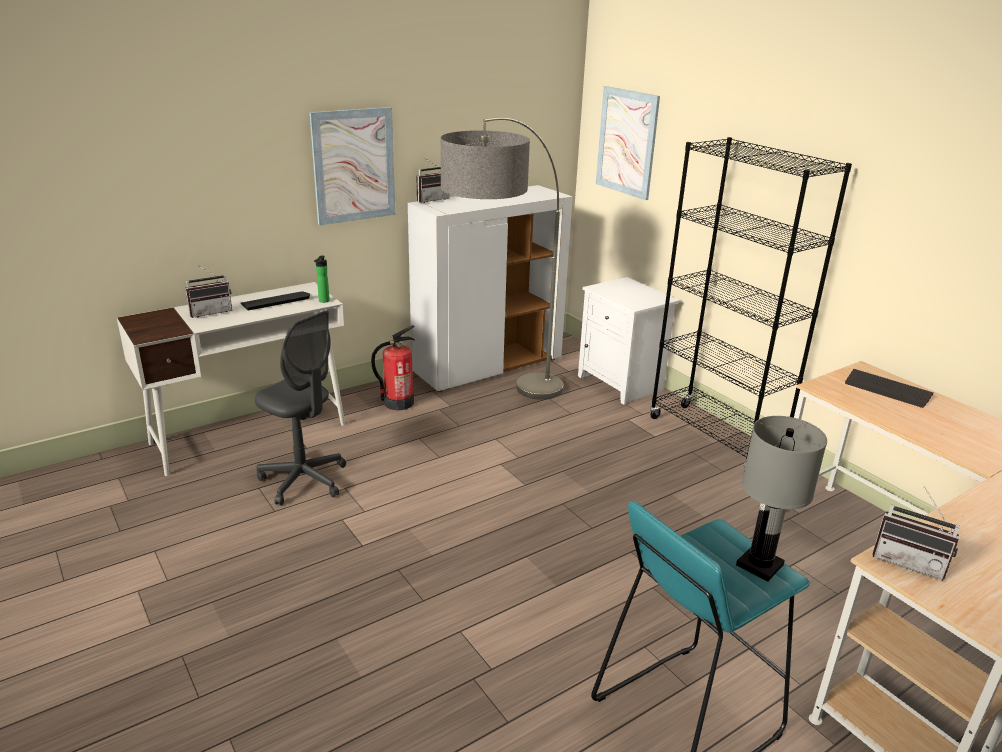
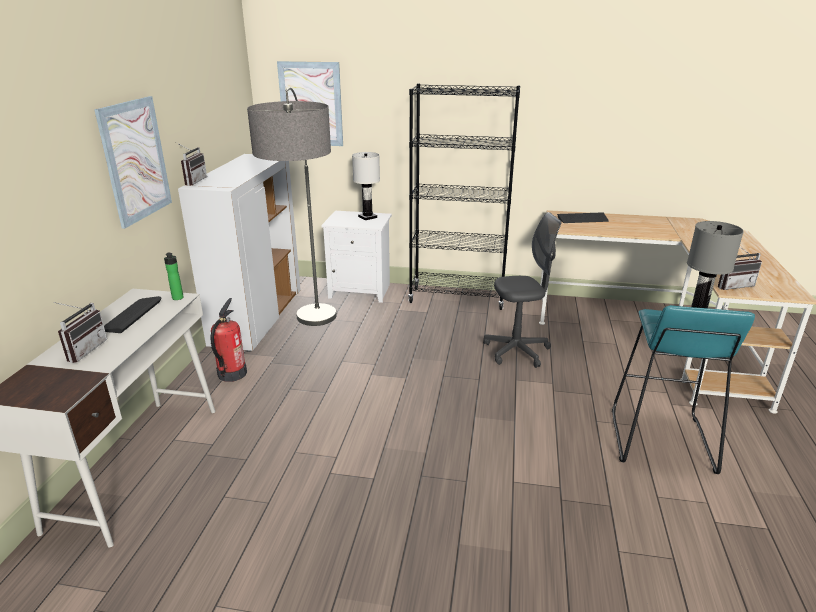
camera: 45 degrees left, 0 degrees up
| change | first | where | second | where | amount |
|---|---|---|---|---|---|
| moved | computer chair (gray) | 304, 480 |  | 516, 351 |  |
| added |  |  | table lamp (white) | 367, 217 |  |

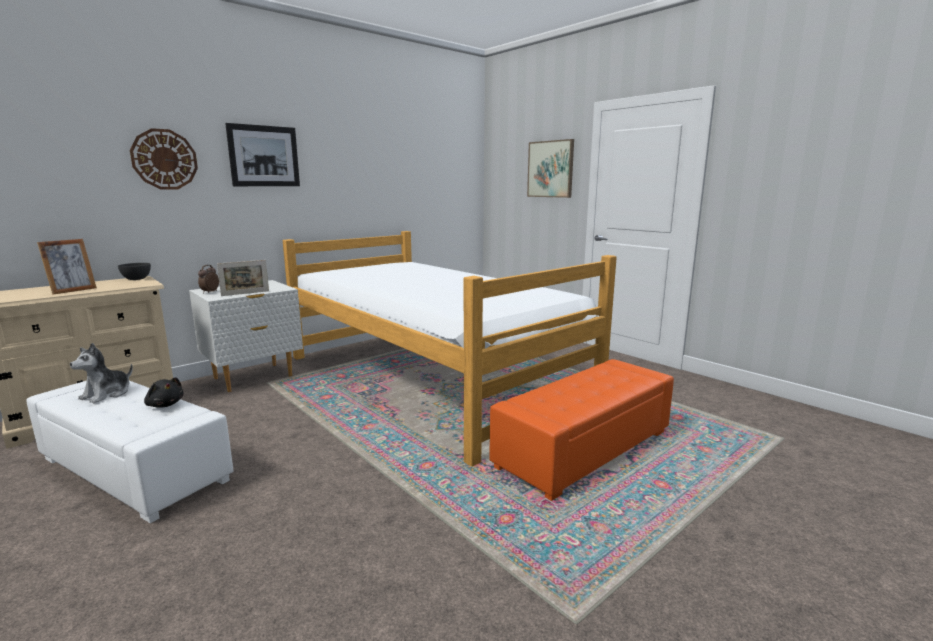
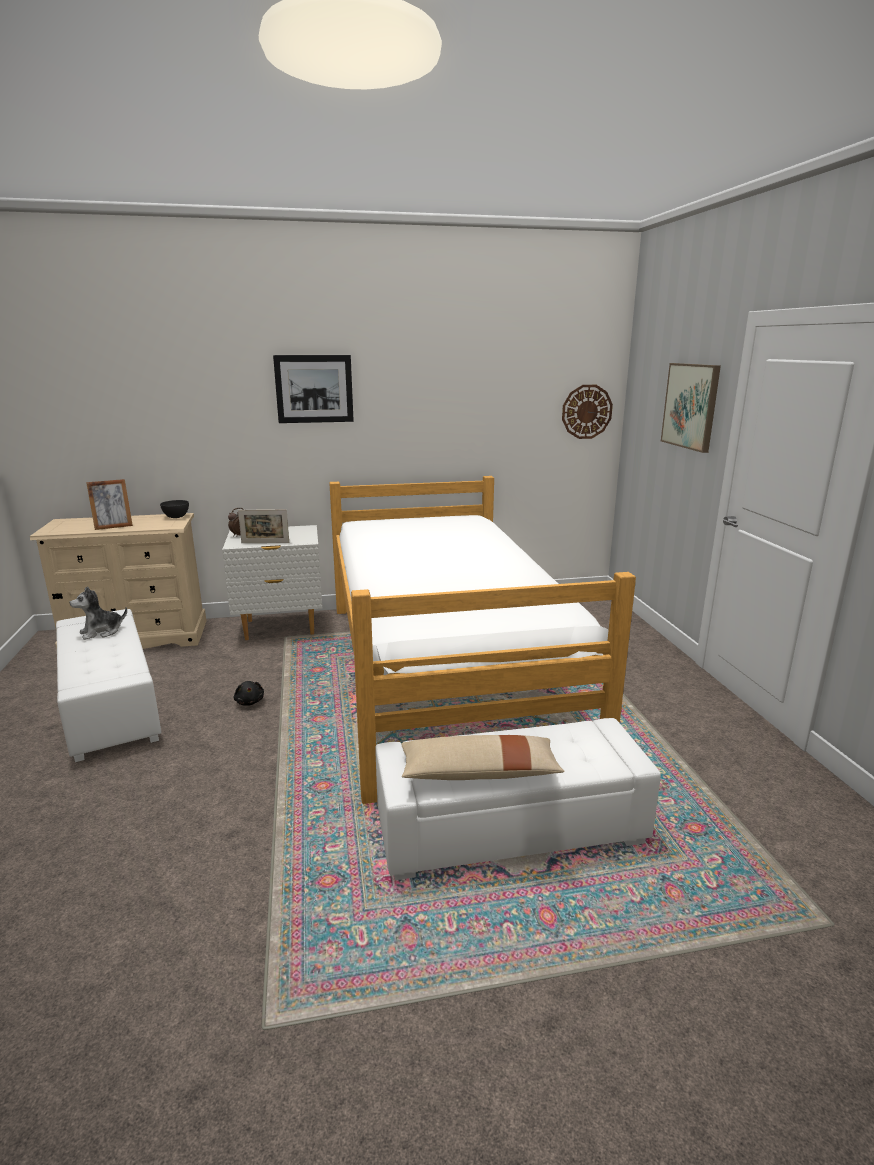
camera: 30 degrees right, 5 degrees up
| change | first | where | second | where | amount |
|---|---|---|---|---|---|
| moved | hanging clock | 164, 159 |  | 586, 411 |  |
| recoloured | ottoman (orangey) | 583, 449 | ottoman (white) | 509, 828 |  |
| moved | cuddly toy (black) | 165, 405 |  | 249, 702 |  |
| added |  |  | cushion (sand-coloured) | 479, 772 |  |

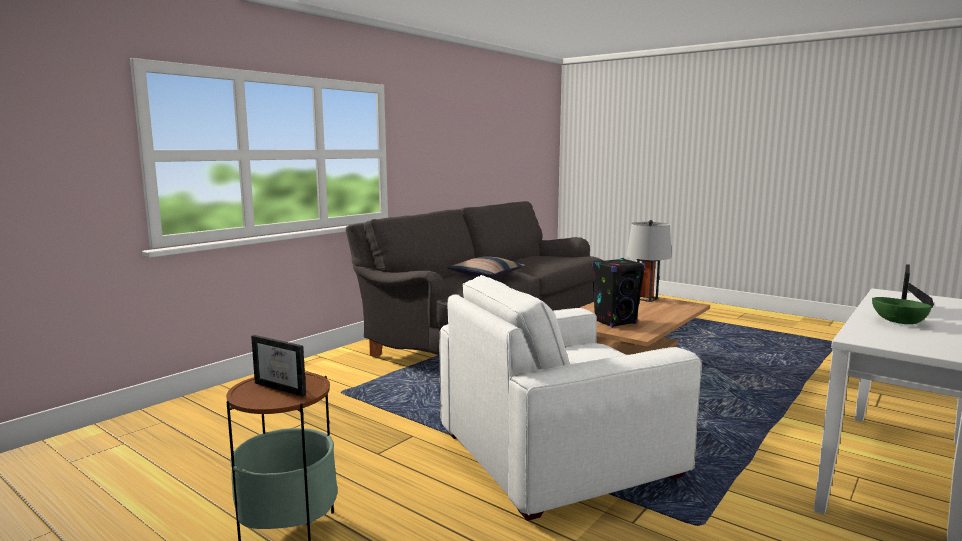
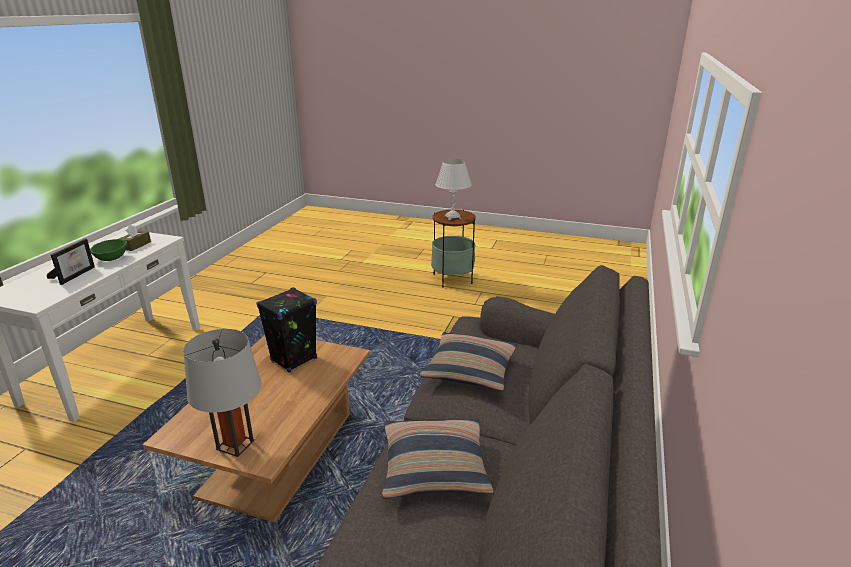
camera: 160 degrees right, 15 degrees up
| change | first | where | second | where | amount |
|---|---|---|---|---|---|
| removed | easy chair (white) | 557, 453 |  |  |  |
| replaced | picture frame | 286, 387 | table lamp (white) | 452, 217 |  |
| added |  |  | box of tissues (brown-coloured) | 136, 245 |  |
| added |  |  | cushion | 434, 467 |  |

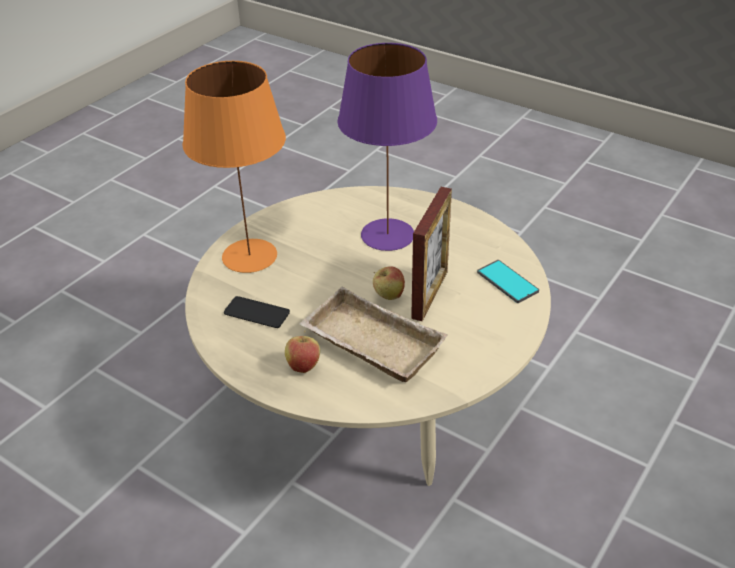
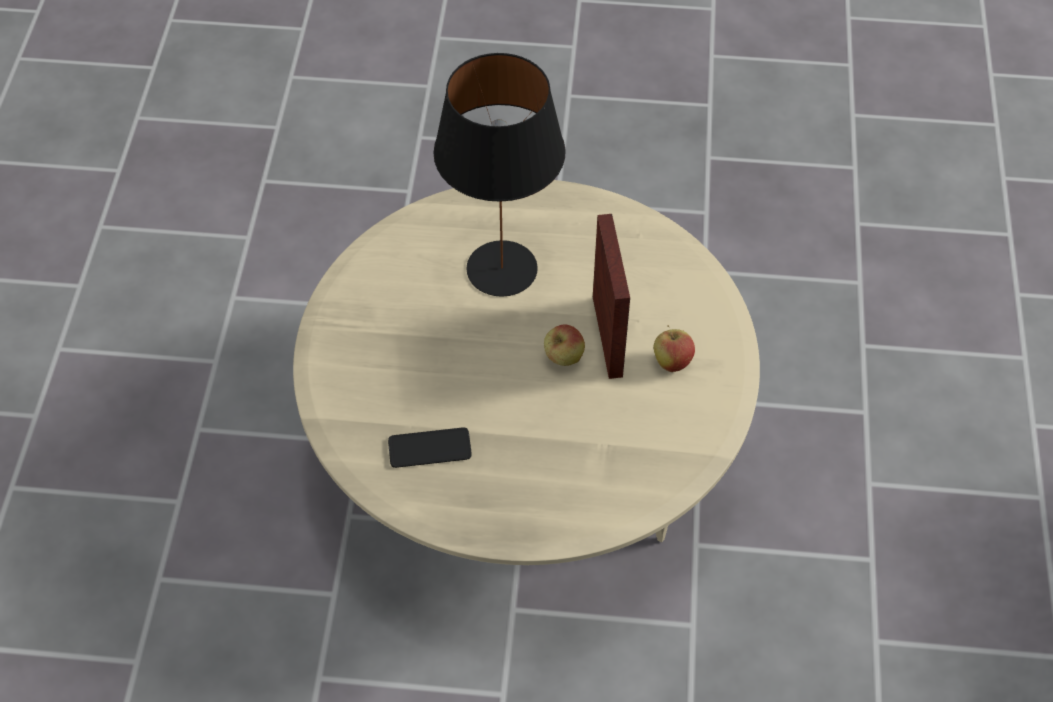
camera: 30 degrees left, 15 degrees up
| change | first | where | second | where | amount |
|---|---|---|---|---|---|
| recoloured | table lamp (purple) | 388, 234 | table lamp (black) | 502, 267 |  |
| removed | table lamp (orangey) | 250, 255 |  |  |  |
| removed | telephone | 507, 282 |  |  |  |
| removed | tray (sand-coloured) | 369, 344 |  |  |  |
| moved | apple | 303, 366 |  | 672, 362 |  |

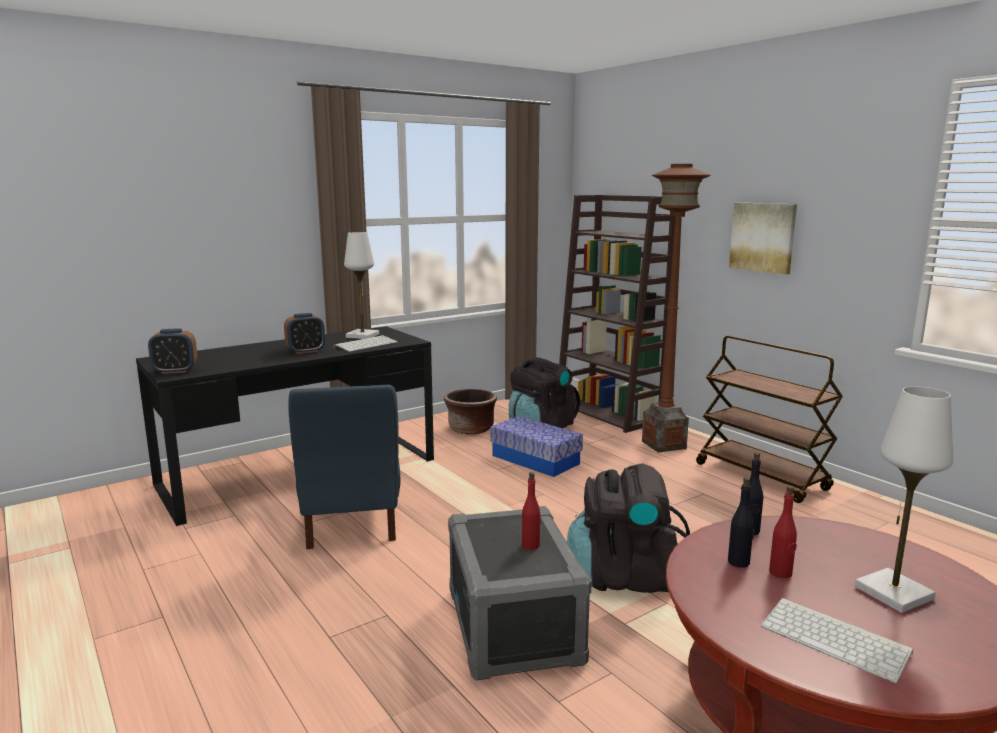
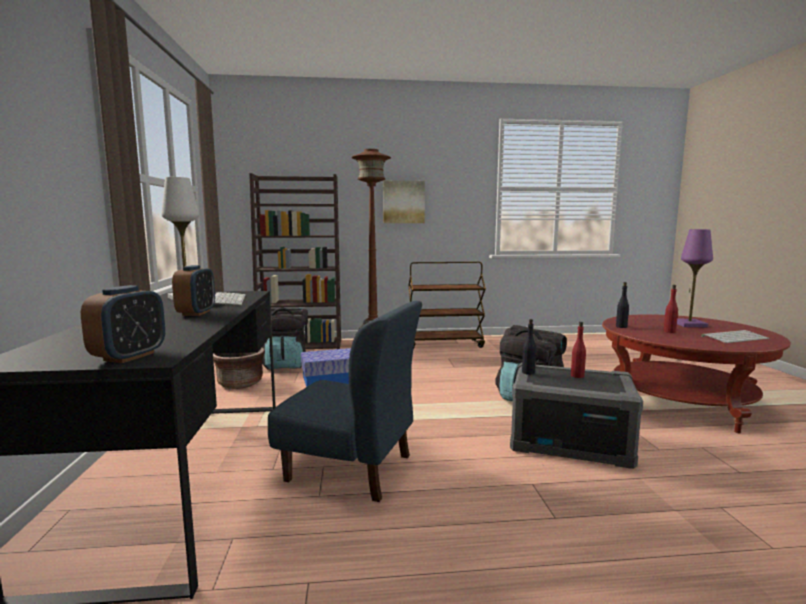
camera: 60 degrees left, 5 degrees down
| change | first | where | second | where | amount |
|---|---|---|---|---|---|
| recoloured | table lamp (white) | 893, 593 | table lamp (purple) | 689, 324 |  |
| moved | drink bottle (black) | 739, 562 |  | 528, 372 |  |

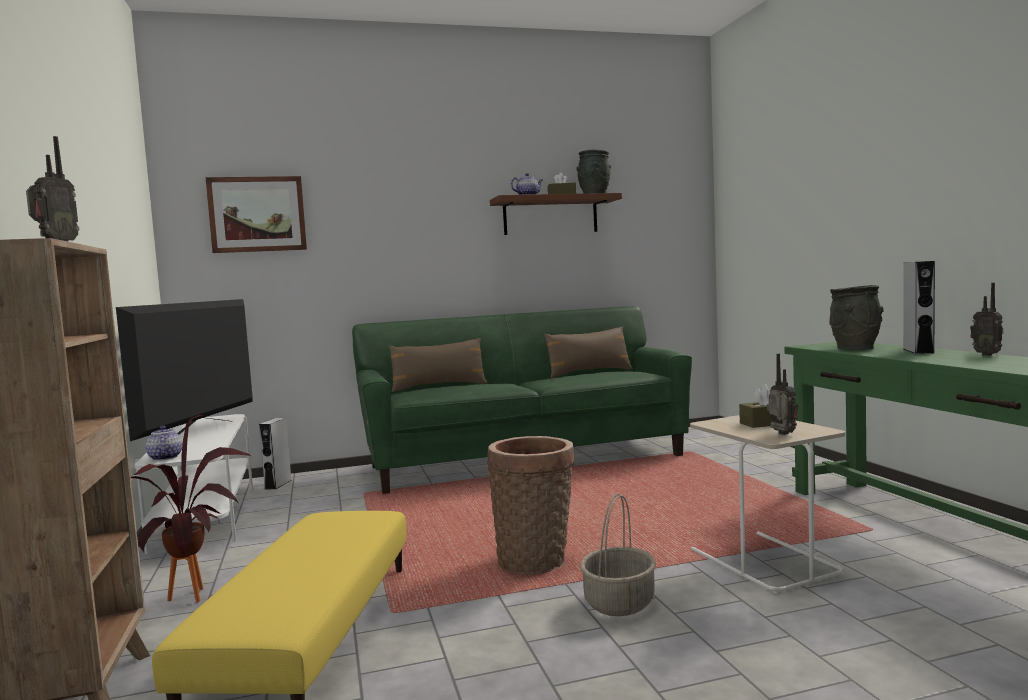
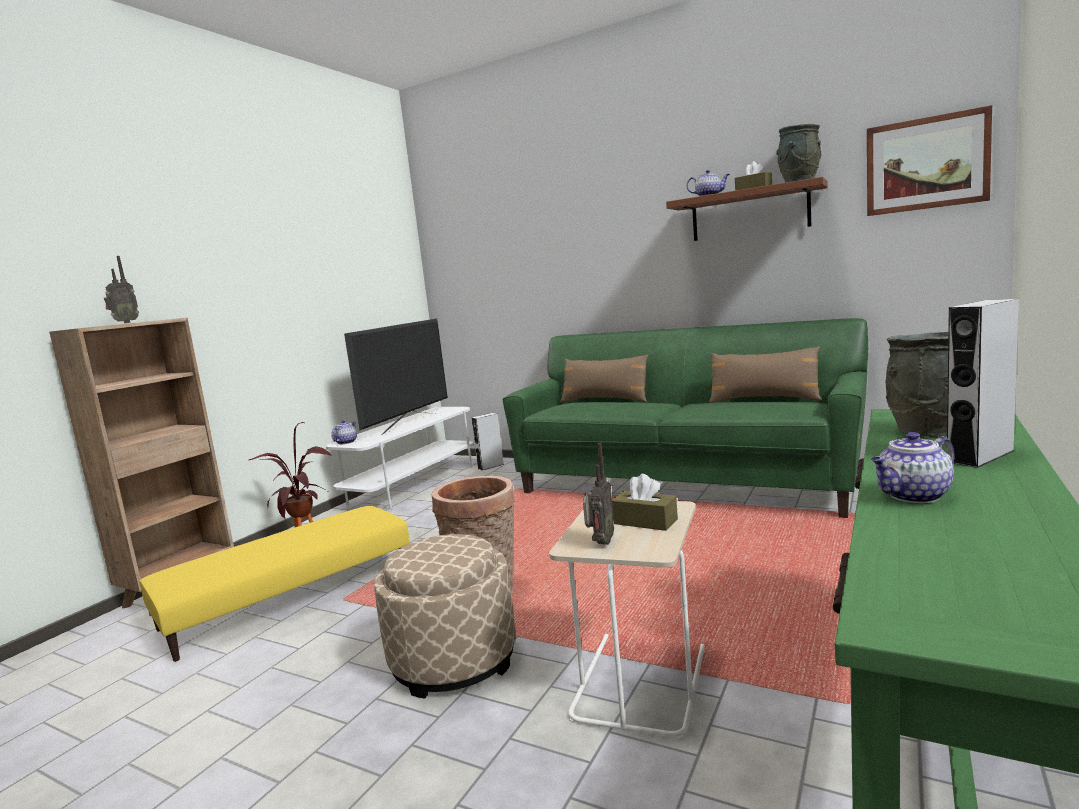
camera: 45 degrees right, 5 degrees up
| change | first | where | second | where | amount |
|---|---|---|---|---|---|
| moved | wall art | 257, 214 |  | 926, 164 |  |
| removed | radio receiver | 987, 354 |  |  |  |
| turned | TV set | 202, 433 |  | 408, 423 | 150 degrees clockwise |
| replaced | storage basket | 619, 602 | ottoman (sand-coloured) | 453, 660 |  |
| added |  |  | teapot | 913, 496 |  |

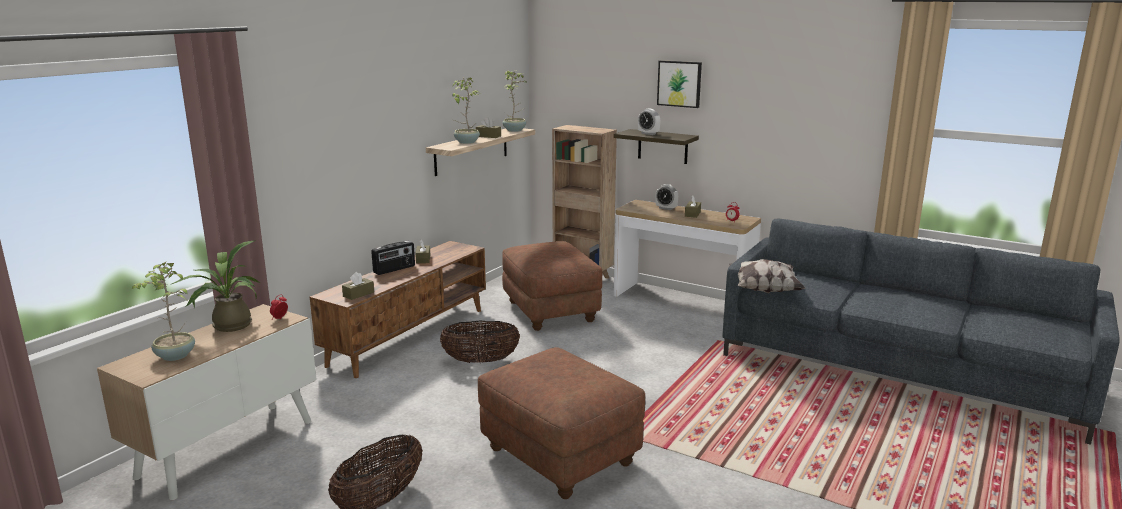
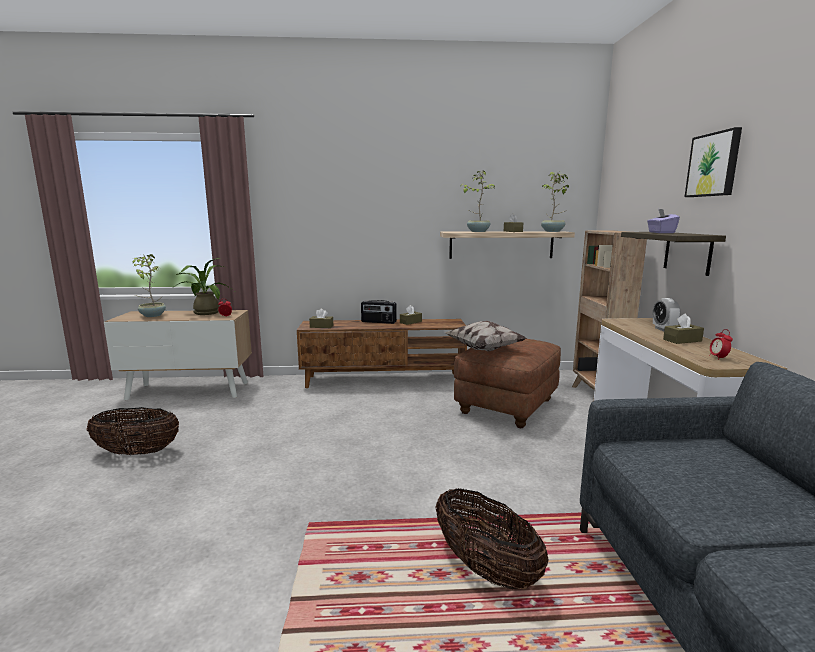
camera: 55 degrees right, 5 degrees down
| change | first | where | second | where | amount |
|---|---|---|---|---|---|
| replaced | bedside clock | 648, 134 | box of tissues (purple) | 661, 232 |  |
| moved | cushion | 763, 290 |  | 484, 349 |  |
| moved | storage basket | 481, 361 |  | 485, 568 |  |
| removed | ottoman (brown-coloured) | 560, 456 |  |  |  |

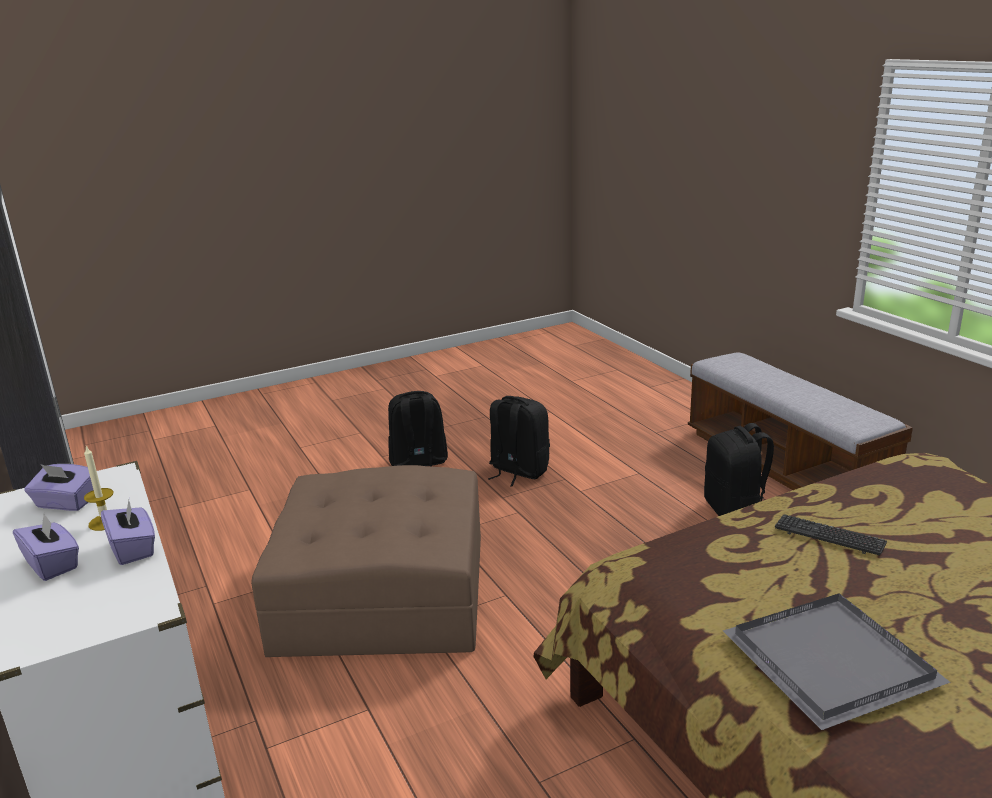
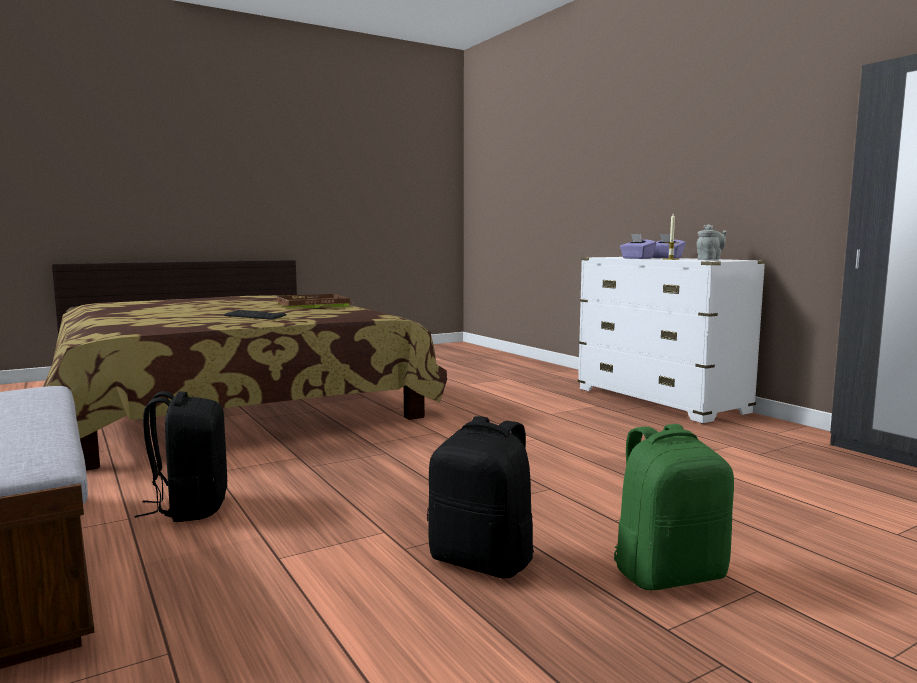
camera: 175 degrees right, 15 degrees down
| change | first | where | second | where | amount |
|---|---|---|---|---|---|
| recoloured | backpack (black) | 418, 464 | backpack (greenish) | 668, 574 |  |
| replaced | box of tissues (purple) | 66, 503 | teapot (gray) | 710, 259 |  |
| removed | ottoman (brown-coloured) | 382, 591 |  |  |  |
| recoloured | tray (gray) | 825, 660 | tray (brown-coloured) | 314, 305 |  |

